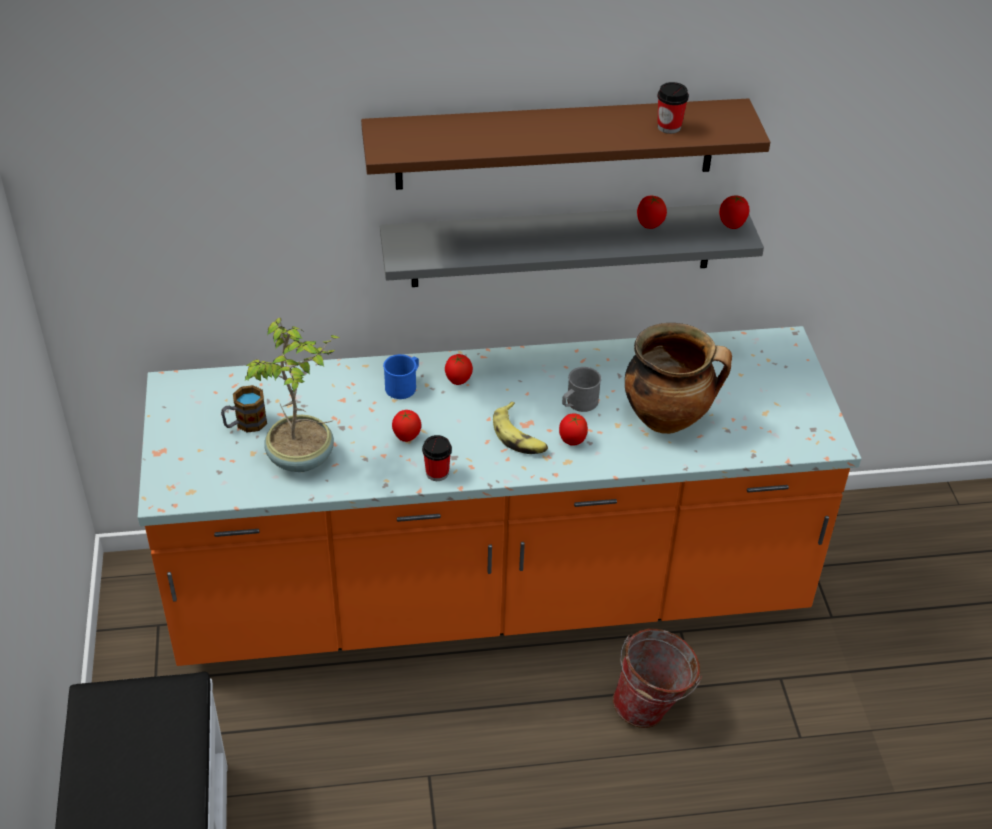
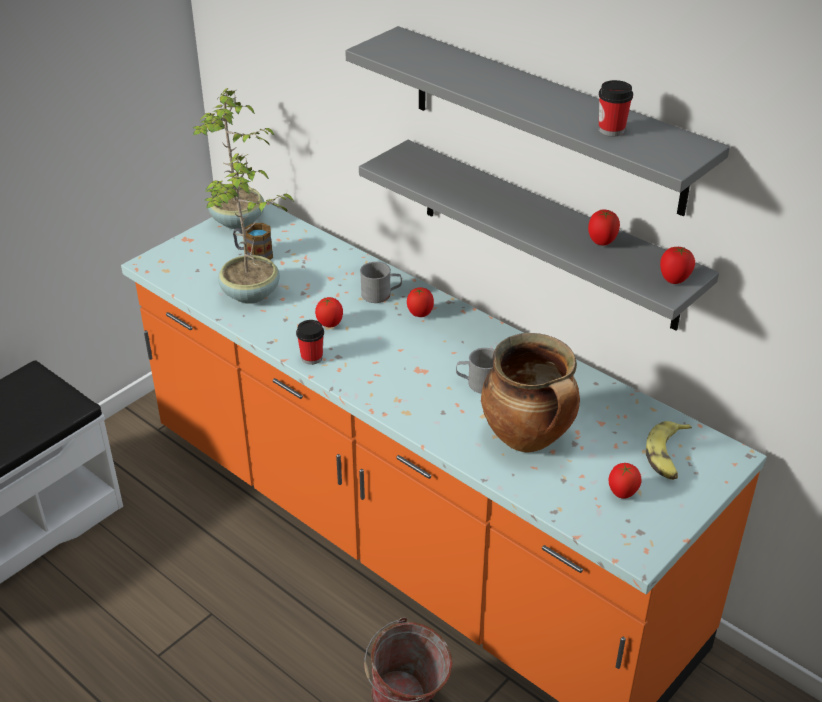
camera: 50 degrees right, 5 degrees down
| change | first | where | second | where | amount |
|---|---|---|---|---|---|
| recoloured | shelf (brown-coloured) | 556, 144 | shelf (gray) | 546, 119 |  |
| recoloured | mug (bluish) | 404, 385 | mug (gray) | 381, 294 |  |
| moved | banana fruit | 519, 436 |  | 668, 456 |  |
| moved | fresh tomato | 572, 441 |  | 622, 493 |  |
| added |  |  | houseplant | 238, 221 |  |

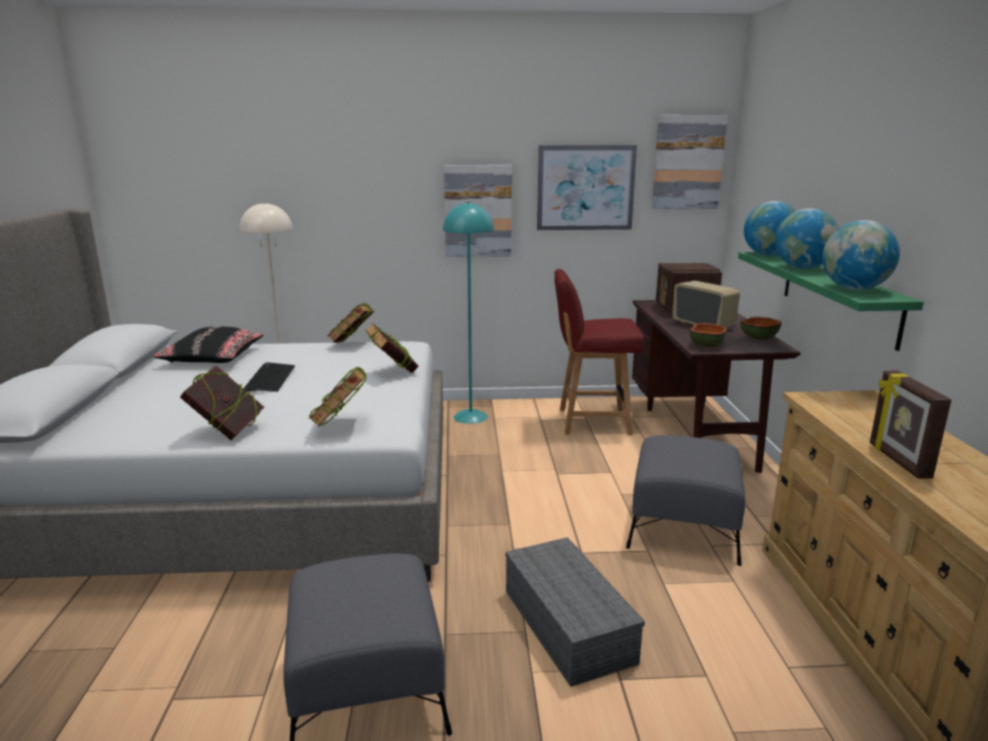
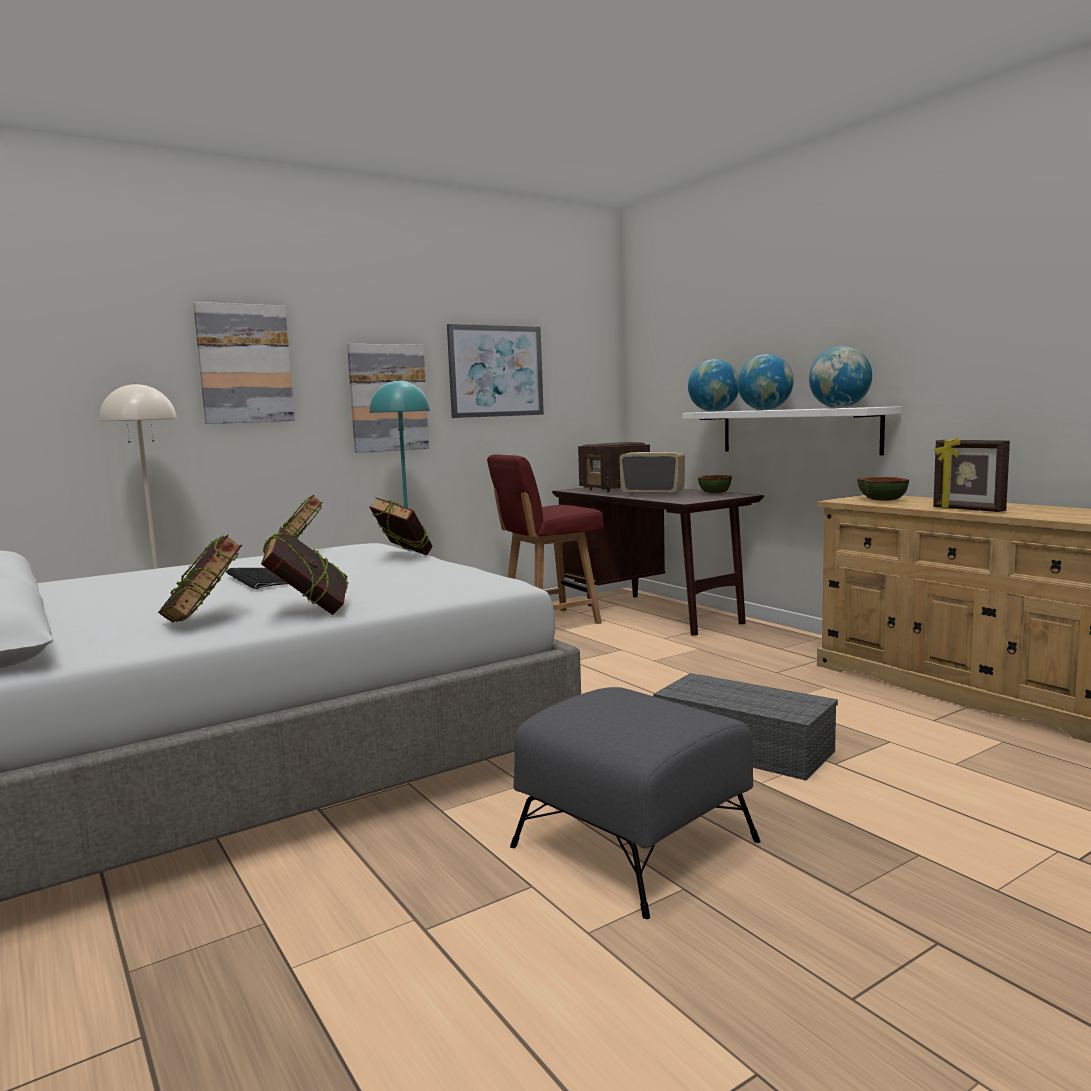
camera: 30 degrees left, 10 degrees down
| change | first | where | second | where | amount |
|---|---|---|---|---|---|
| moved | wall art | 688, 162 |  | 245, 364 |  |
| recoloured | shelf (greenish) | 838, 295 | shelf (white) | 797, 431 |  |
| moved | serving bowl | 706, 345 |  | 881, 500 |  |
| removed | cushion (black) | 212, 357 |  |  |  |
| moved | bound book | 341, 425 |  | 204, 621 |  |
| removed | ottoman (gray) | 682, 528 |  |  |  |

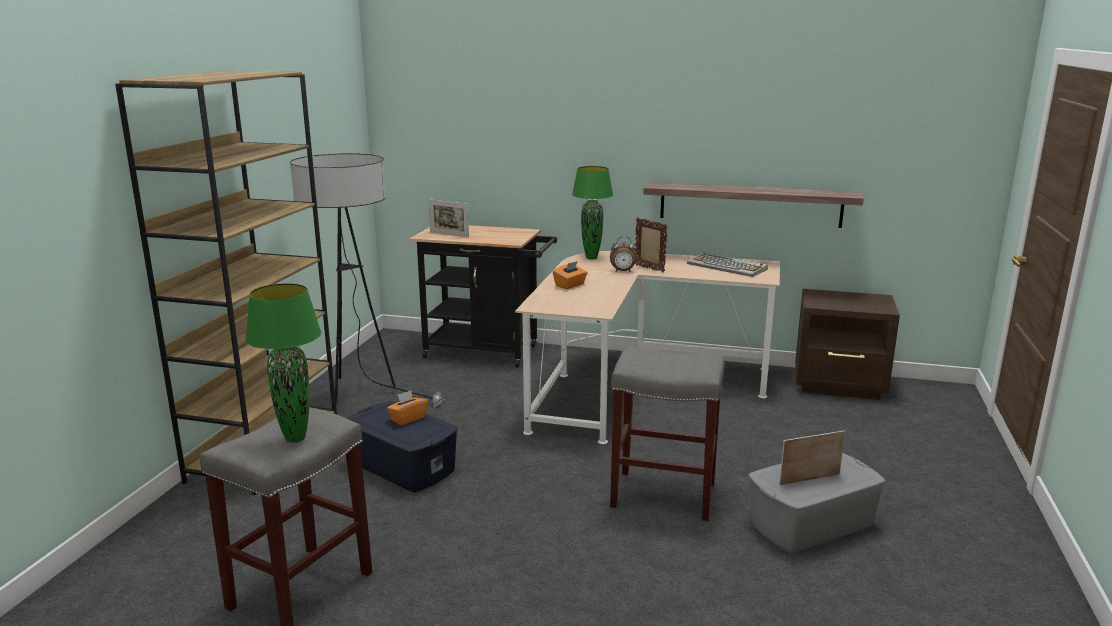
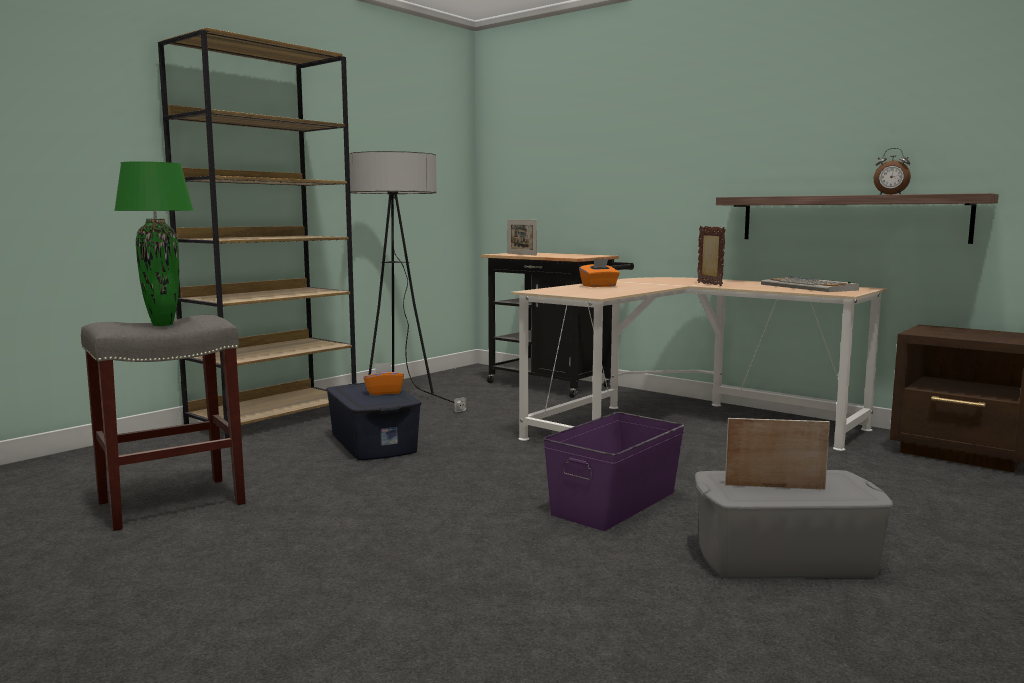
camera: 25 degrees right, 10 degrees down
| change | first | where | second | where | amount |
|---|---|---|---|---|---|
| removed | table lamp (greenish) | 591, 258 |  |  |  |
| moved | bedside clock | 623, 271 |  | 890, 194 |  |
| replaced | sitting stool (gray) | 661, 495 | storage bin (purple) | 613, 503 |  |

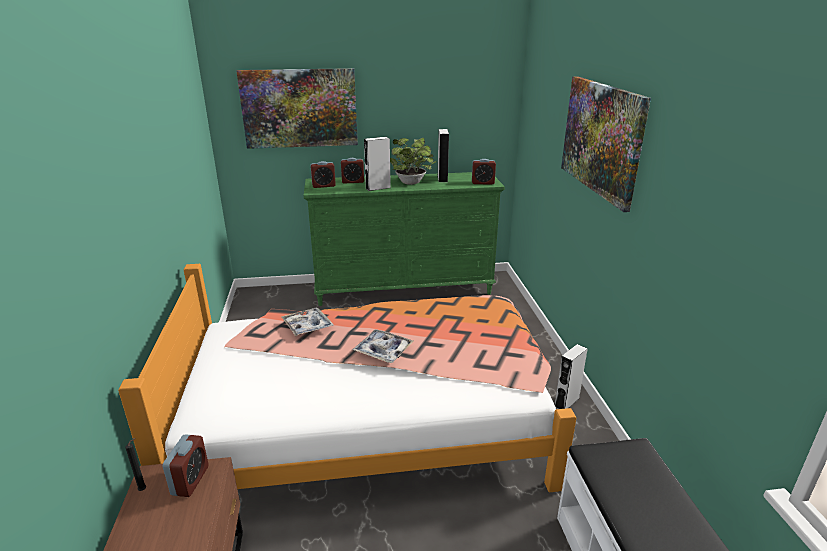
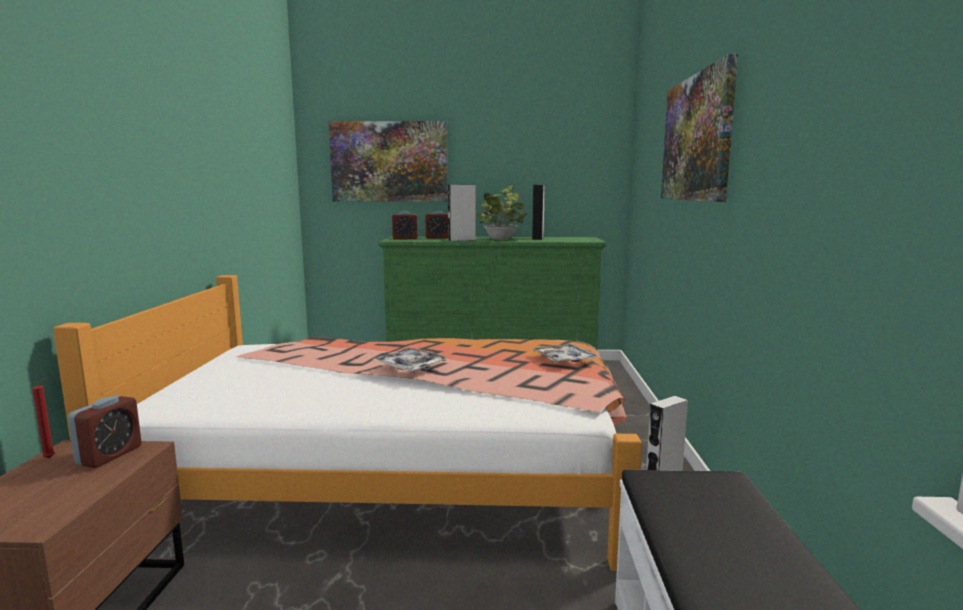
camera: 10 degrees right, 15 degrees down
| change | first | where | second | where | amount |
|---|---|---|---|---|---|
| removed | bedside clock | 482, 183 |  |  |  |
| moved | tray | 307, 326 |  | 564, 360 |  |
| recoloured | wax light (black) | 144, 489 | wax light (red) | 51, 458 |  |

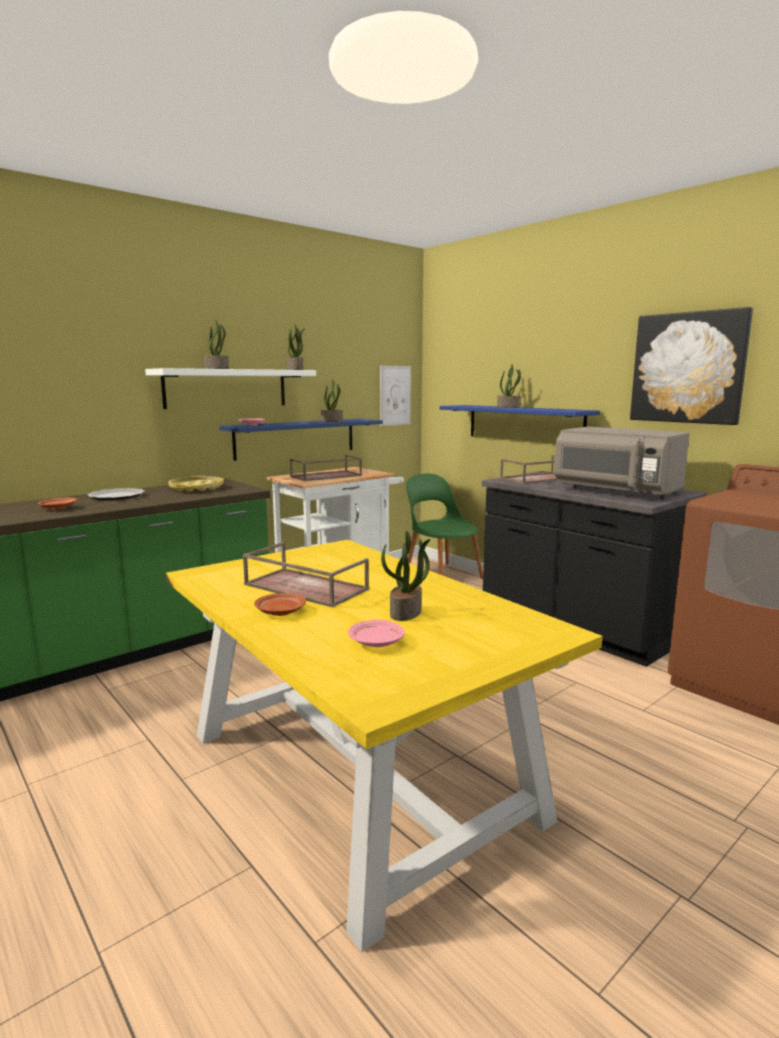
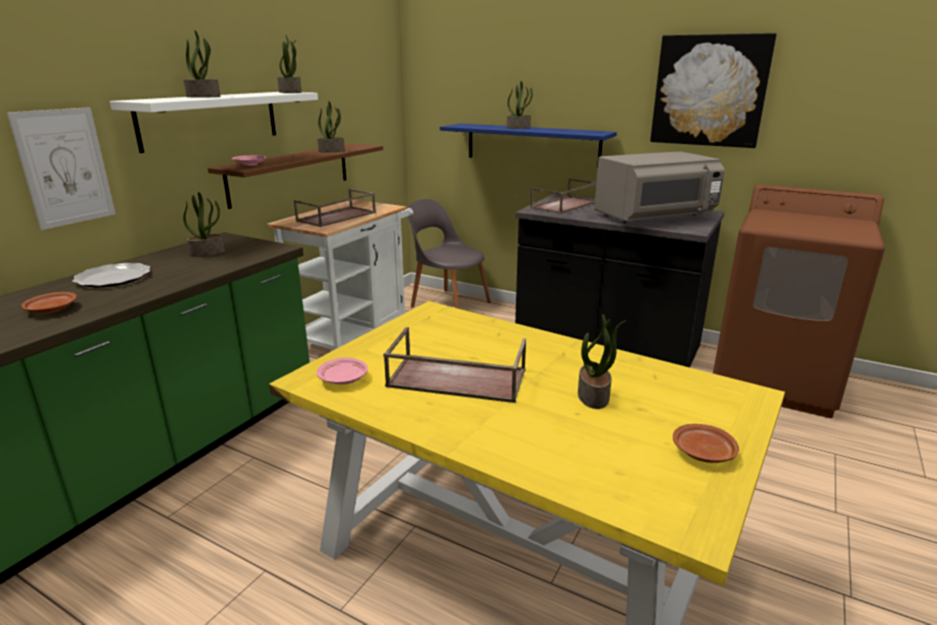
camera: 20 degrees left, 10 degrees up
| change | first | where | second | where | amount |
|---|---|---|---|---|---|
| moved | wall art | 395, 395 |  | 65, 167 |  |
| recoloured | shelf (bluish) | 296, 438 | shelf (brown-coloured) | 290, 173 |  |
| turned | kitchen microwave (gray) | 617, 492 |  | 654, 217 | 45 degrees counterclockwise |
| recoloured | upright chair (greenish) | 441, 574 | upright chair (gray) | 448, 303 |  |
| replaced | tray (yellow) | 197, 488 | houseplant | 208, 252 |  |
| moved | plate (brown-coloured) | 280, 612 |  | 703, 453 |  |
| moved | plate (pink) | 376, 642 |  | 343, 379 |  |

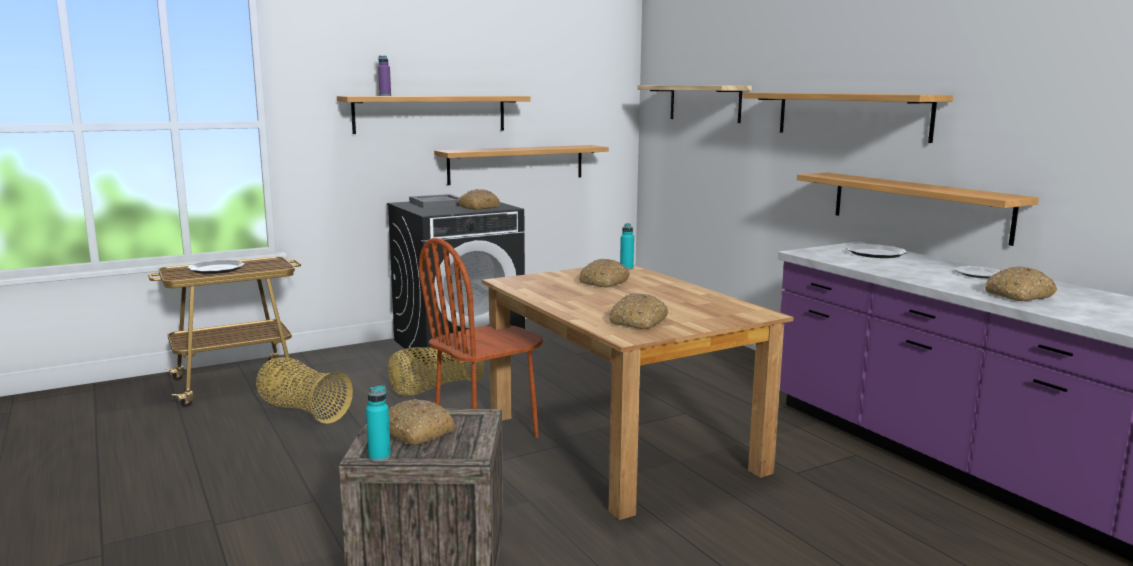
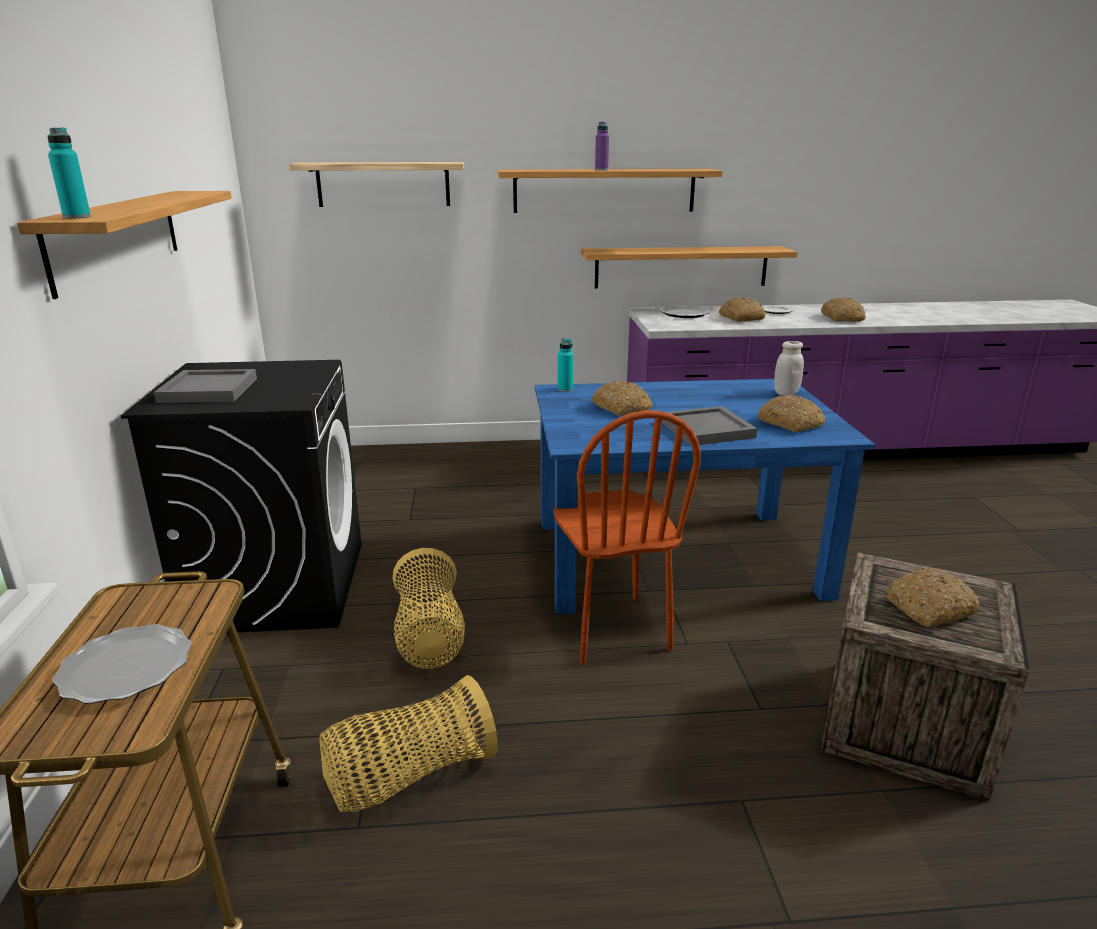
camera: 65 degrees left, 10 degrees up
| change | first | where | second | where | amount |
|---|---|---|---|---|---|
| moved | drink bottle (purple) | 385, 95 |  | 601, 170 |  |
| removed | shelf | 516, 164 |  |  |  |
| moved | baked bread | 479, 207 |  | 740, 318 |  |
| recoloured | kitchen table (brown-coloured) | 619, 442 | kitchen table (bluish) | 674, 558 |  |
| moved | drink bottle (turquoise-coloured) | 379, 457 |  | 77, 217 |  |
| added |  |  | jar (white) | 786, 393 |  |
| added |  |  | tray (gray) | 707, 429 |  |

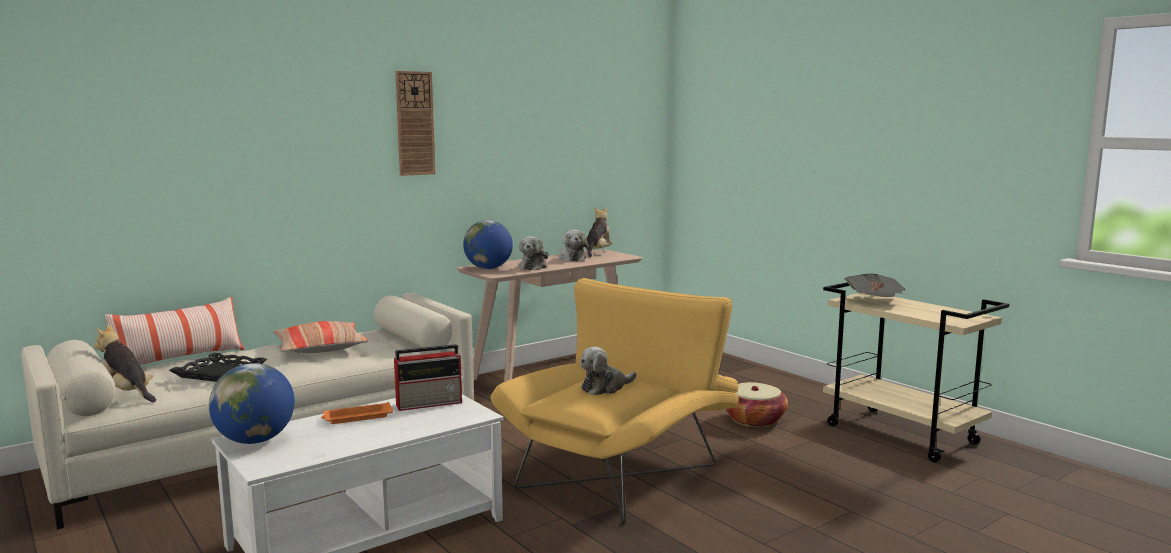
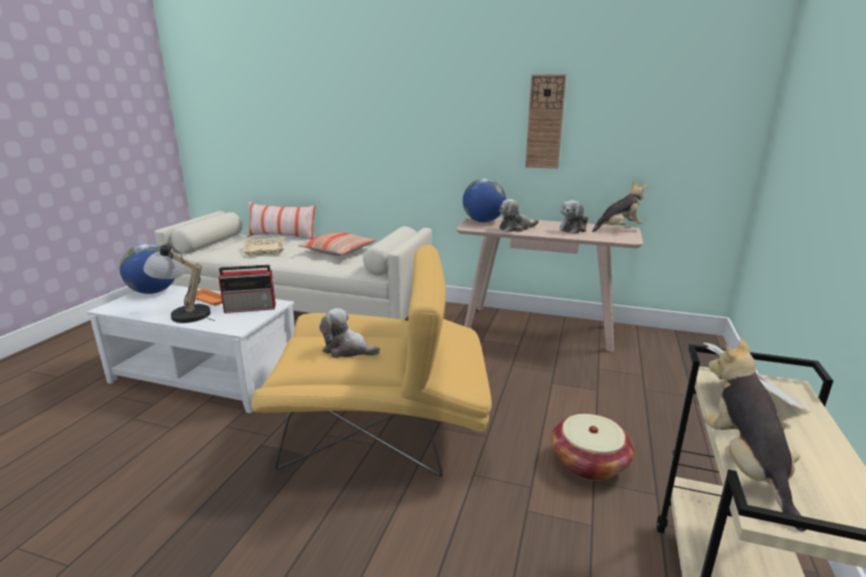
camera: 55 degrees right, 10 degrees up
| change | first | where | second | where | amount |
|---|---|---|---|---|---|
| moved | hanging clock | 415, 123 |  | 545, 122 |  |
| moved | cuddly toy | 128, 393 |  | 745, 467 |  |
| turned | radio receiver | 430, 403 |  | 252, 308 | 45 degrees counterclockwise |
| recoloured | tray (black) | 220, 373 | tray (sand-coloured) | 264, 249 |  |
| added |  |  | table lamp | 183, 313 |  |

